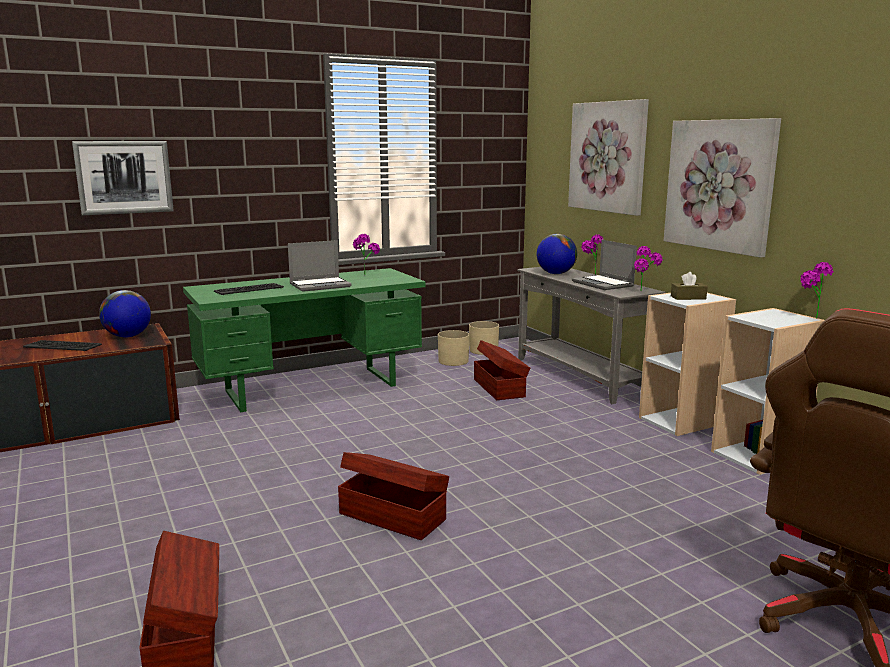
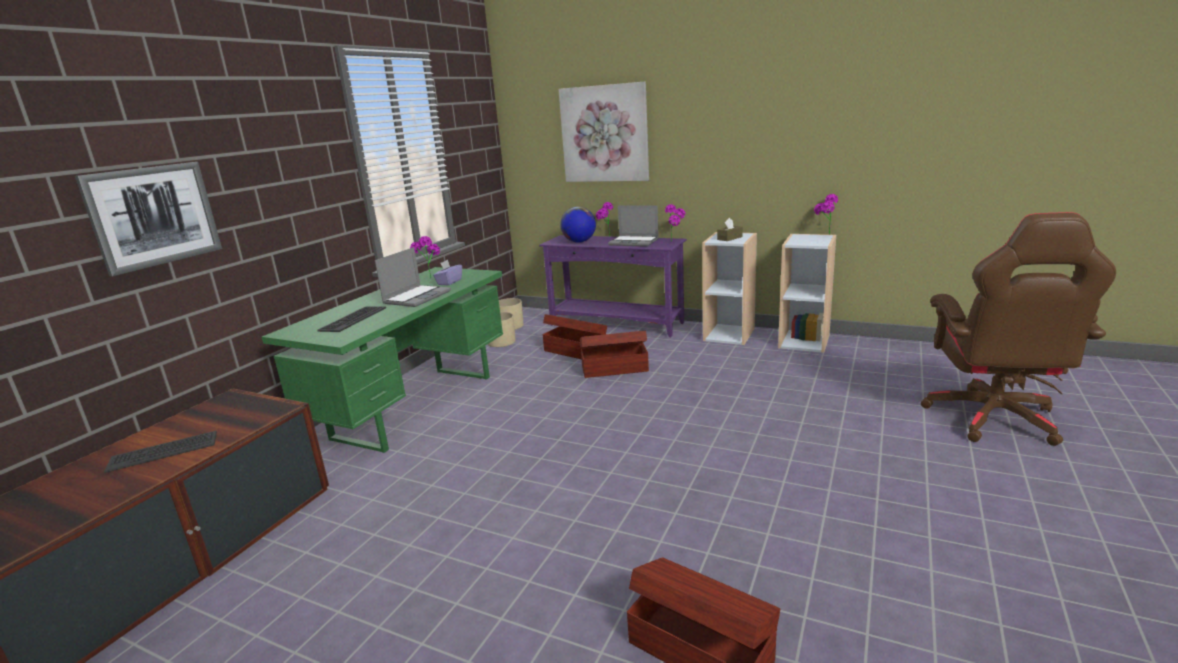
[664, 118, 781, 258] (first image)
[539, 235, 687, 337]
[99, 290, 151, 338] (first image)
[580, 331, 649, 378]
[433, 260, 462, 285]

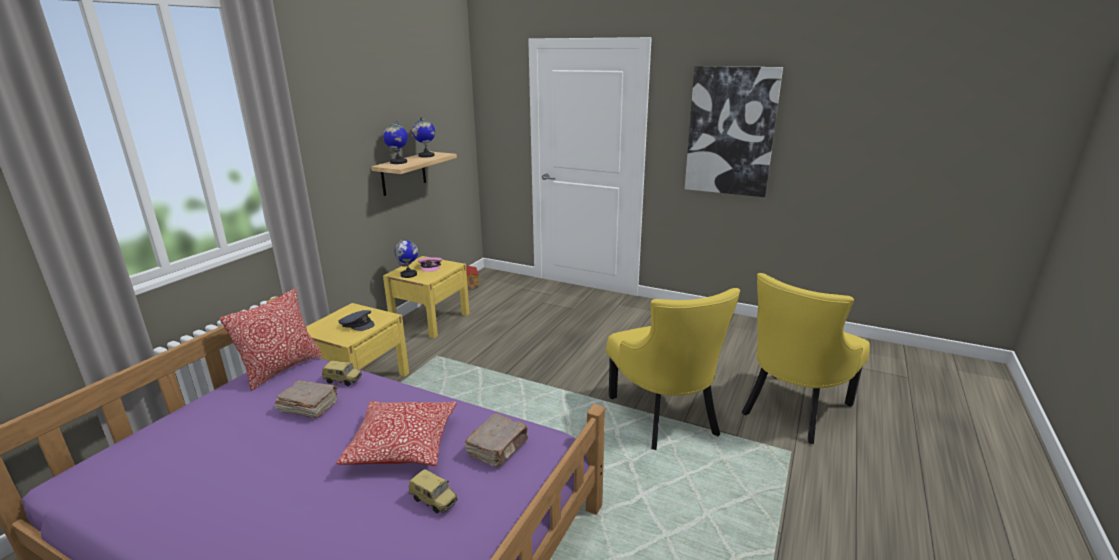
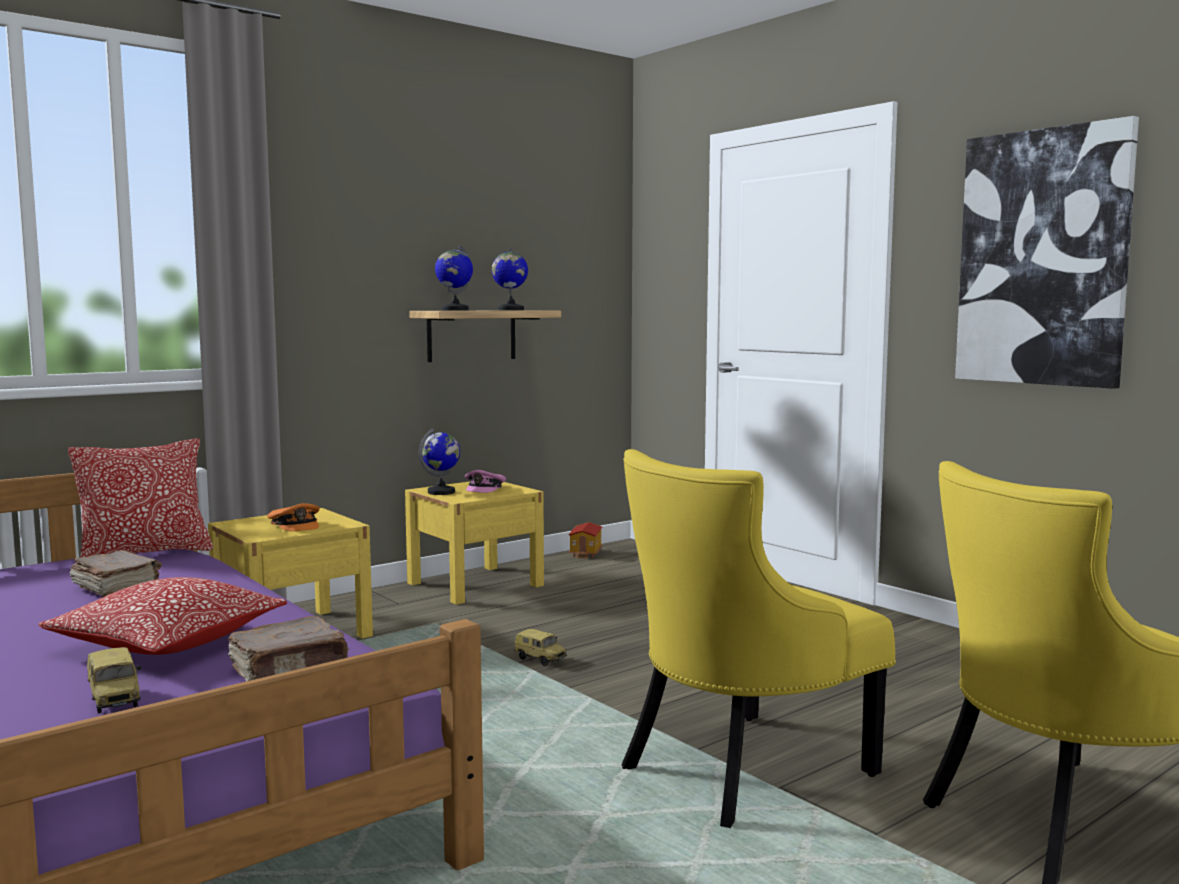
[622, 449, 896, 828]
[267, 503, 320, 531]
[514, 629, 567, 666]

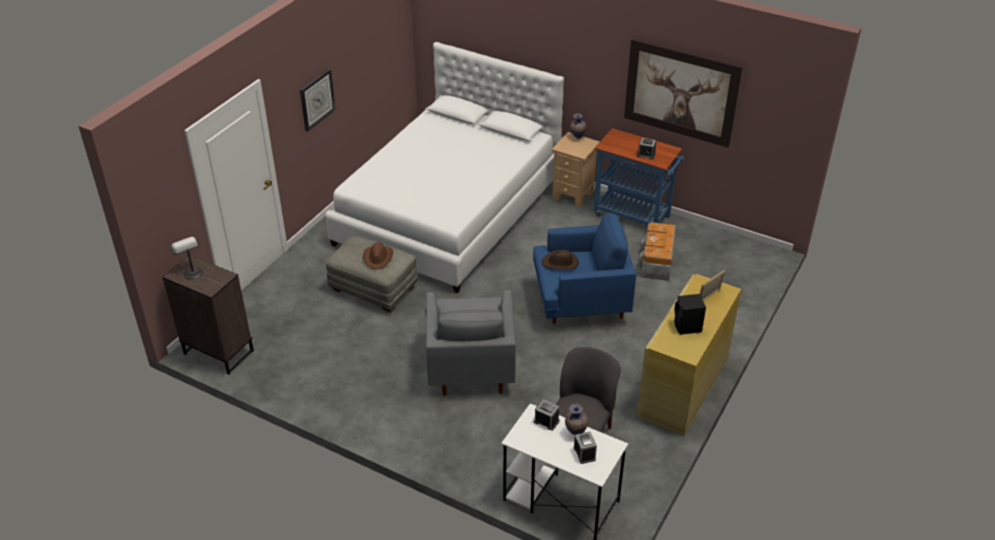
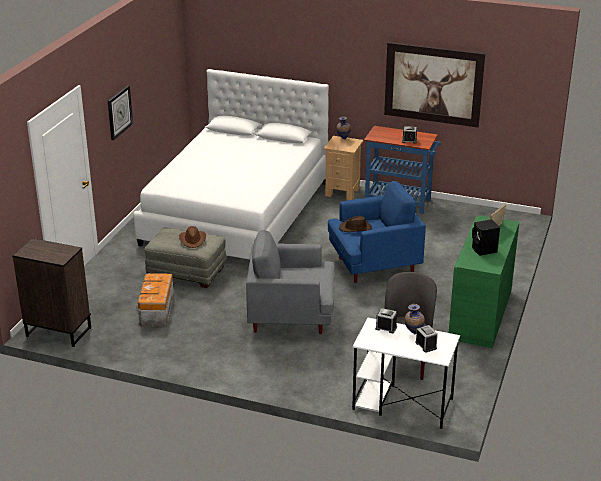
[136, 273, 174, 327]
[170, 237, 203, 280] (first image)
[449, 215, 519, 348]
[246, 230, 335, 334]

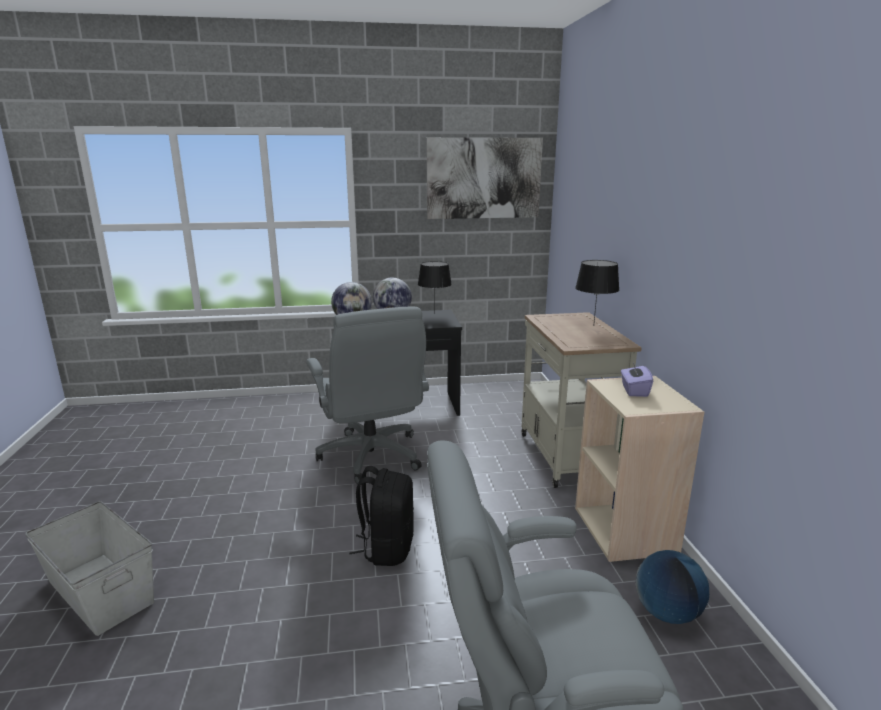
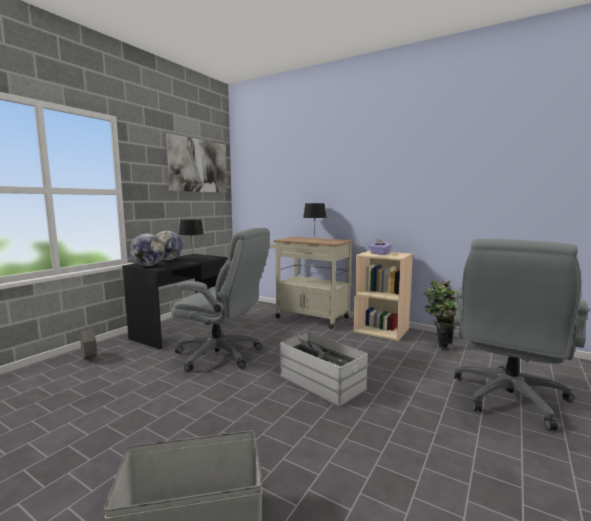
[280, 332, 368, 406]
[423, 280, 457, 350]
[80, 329, 97, 360]

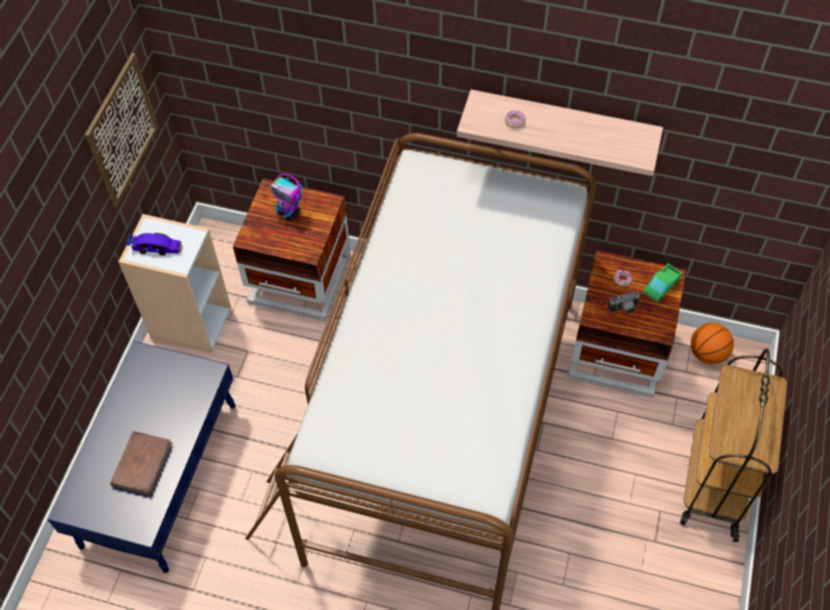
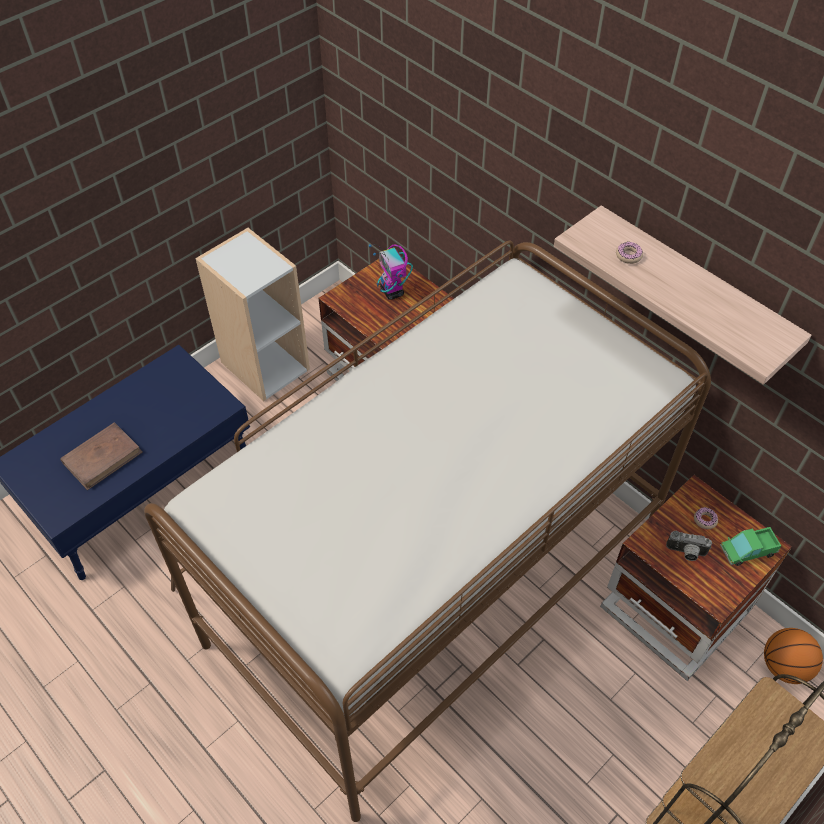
[85, 53, 159, 207] (first image)
[127, 233, 182, 256] (first image)

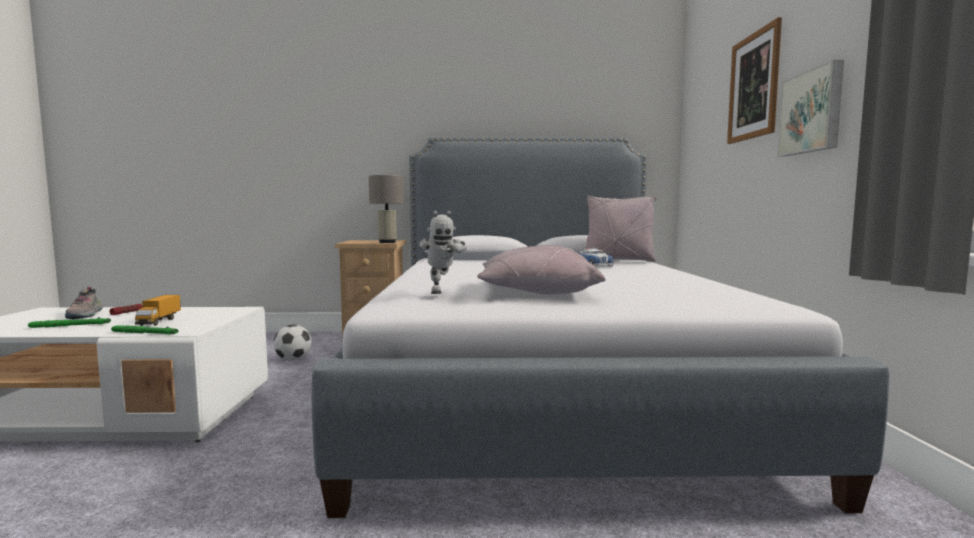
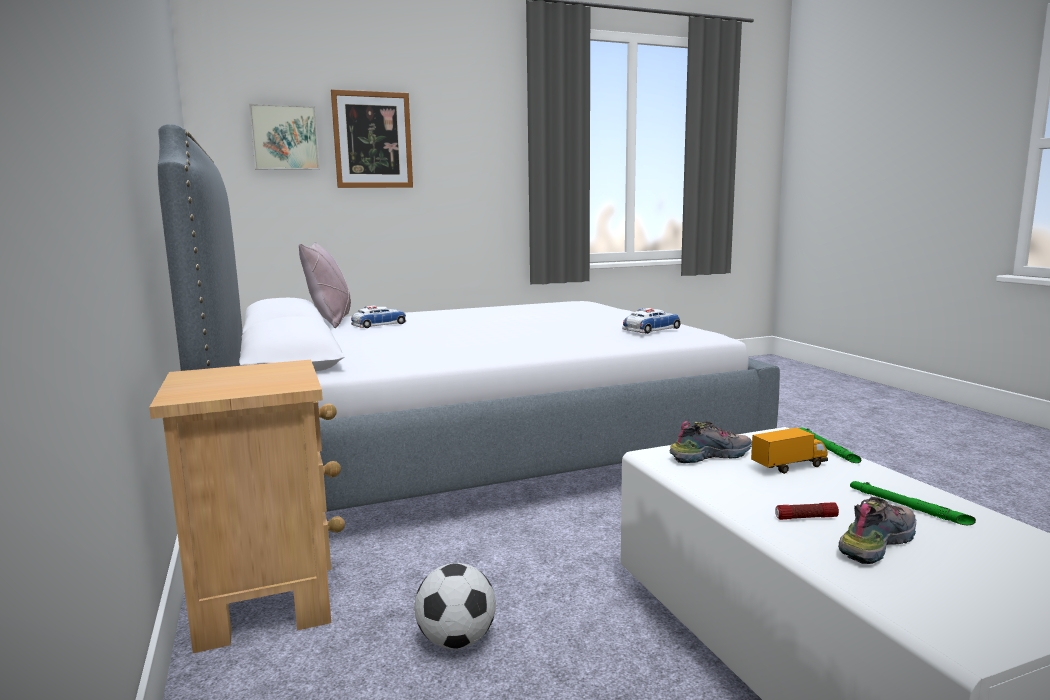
[249, 104, 320, 170]
[369, 175, 404, 243] (first image)
[622, 308, 680, 334]
[477, 245, 606, 295] (first image)
[669, 421, 752, 463]

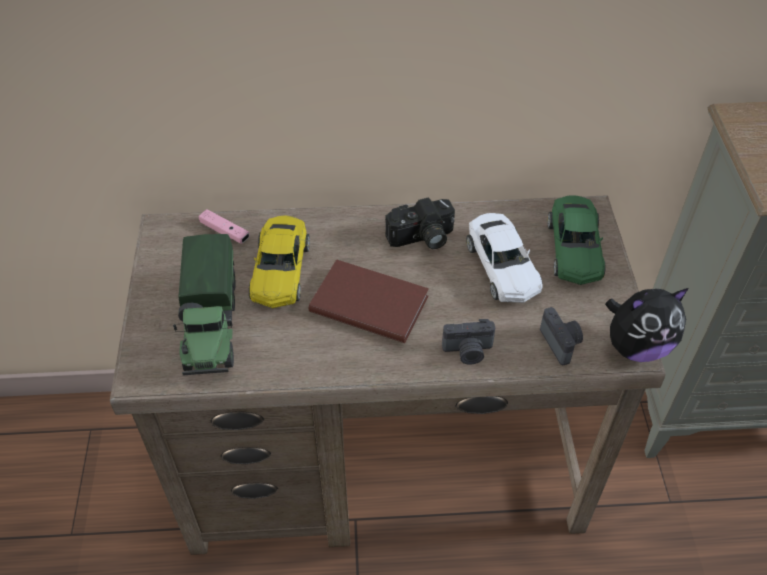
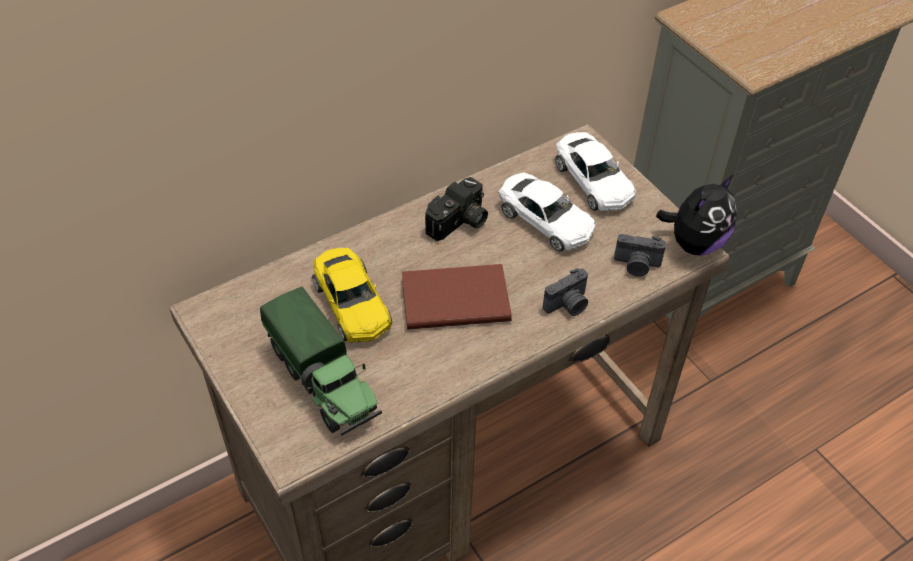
[555, 132, 636, 211]
[198, 209, 250, 244] (first image)
[614, 234, 666, 276]

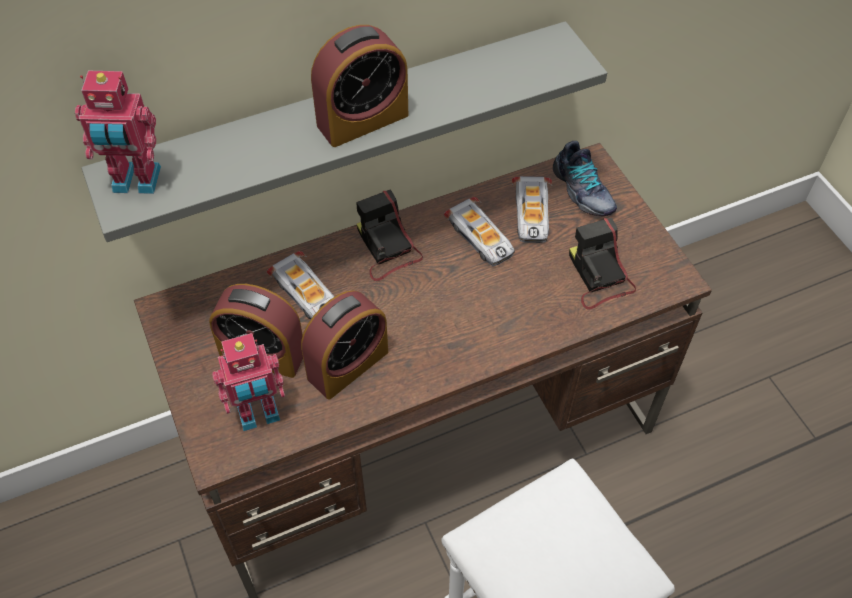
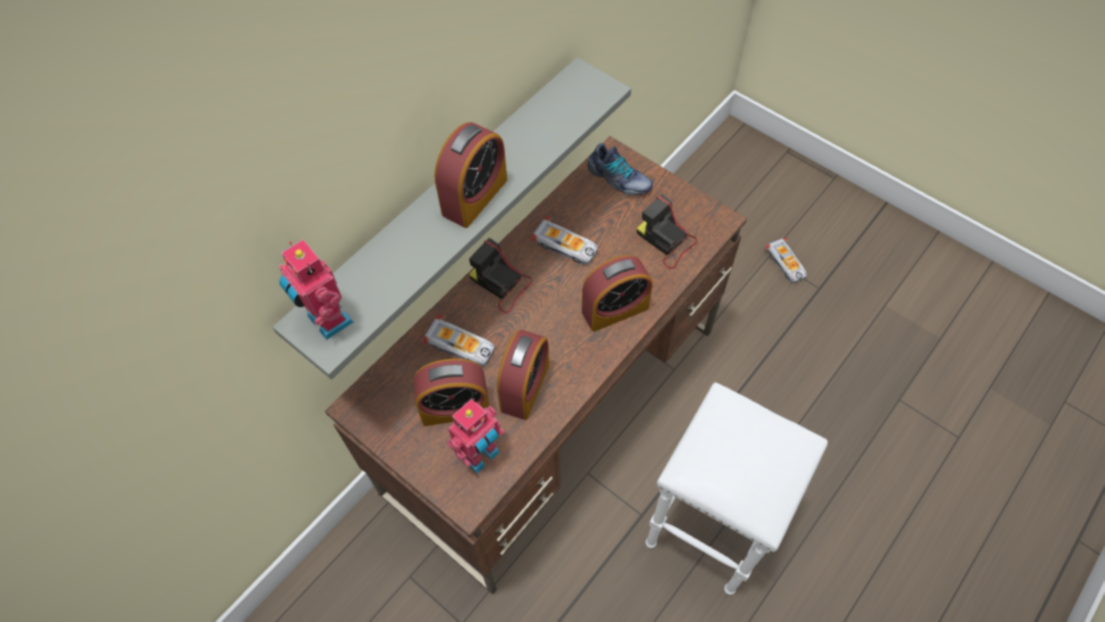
[279, 240, 354, 340]
[765, 238, 807, 283]
[582, 255, 653, 332]

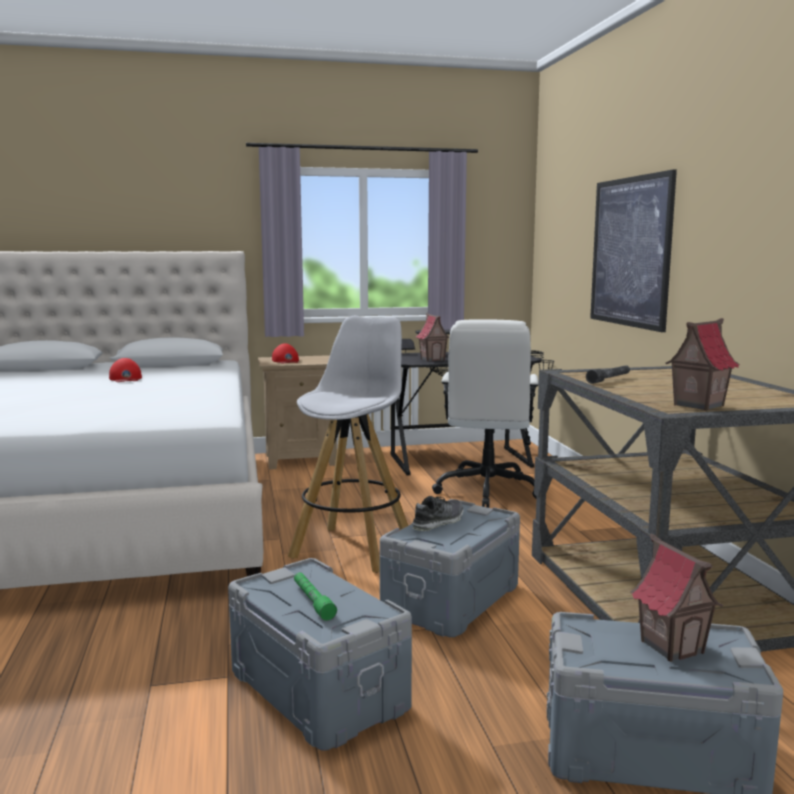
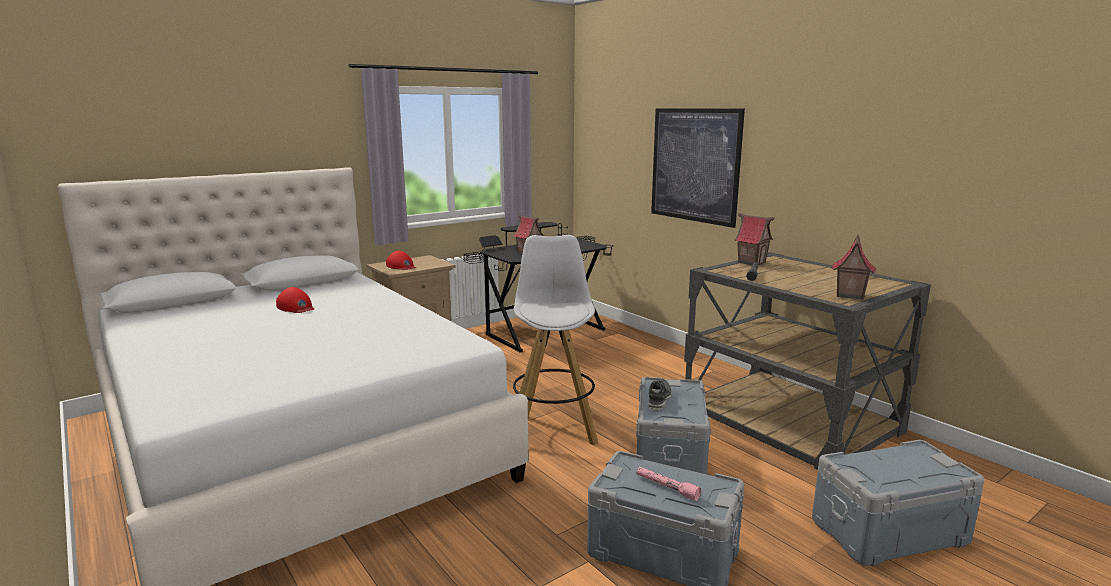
[432, 319, 539, 508] (first image)
[735, 213, 775, 265]
[636, 467, 701, 501]

